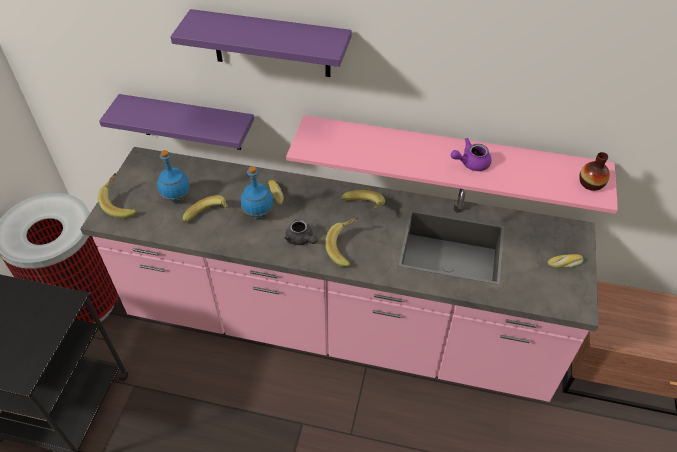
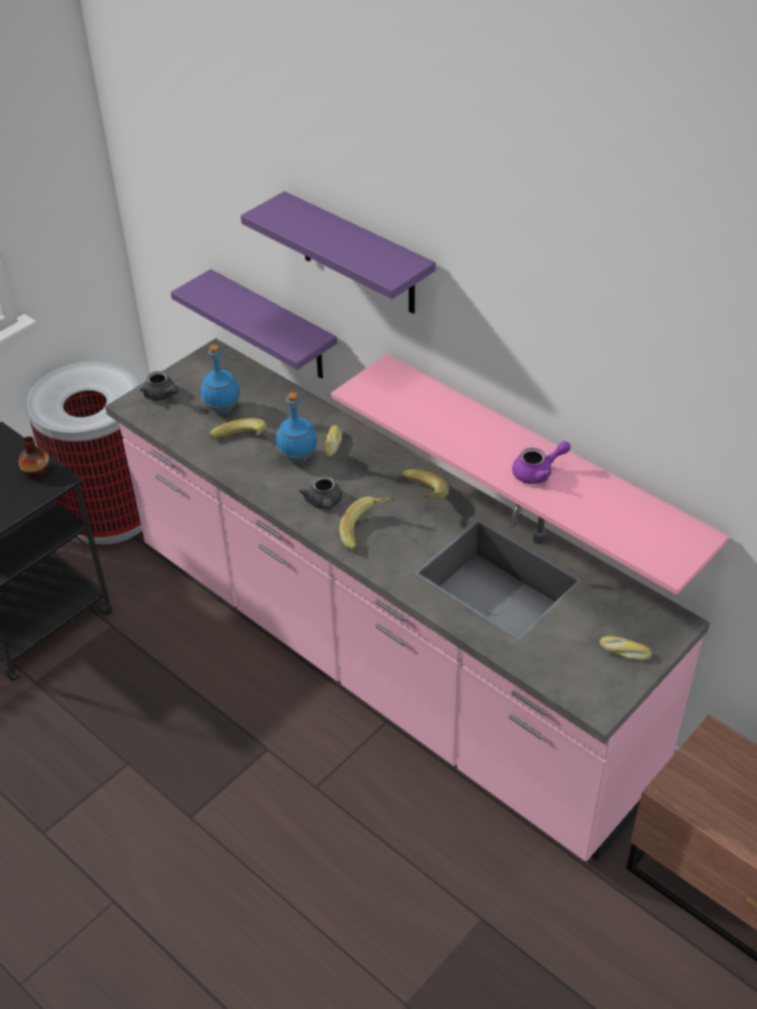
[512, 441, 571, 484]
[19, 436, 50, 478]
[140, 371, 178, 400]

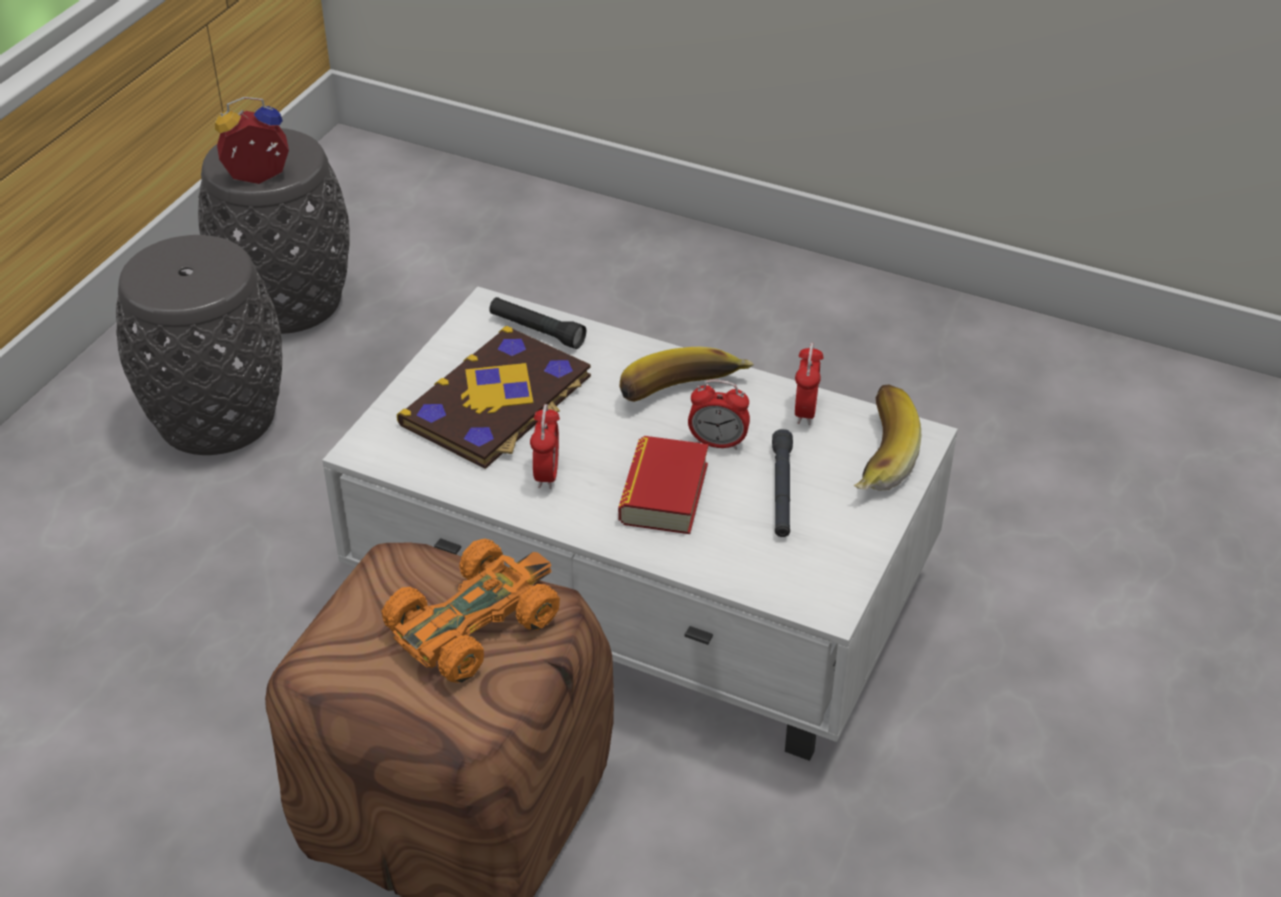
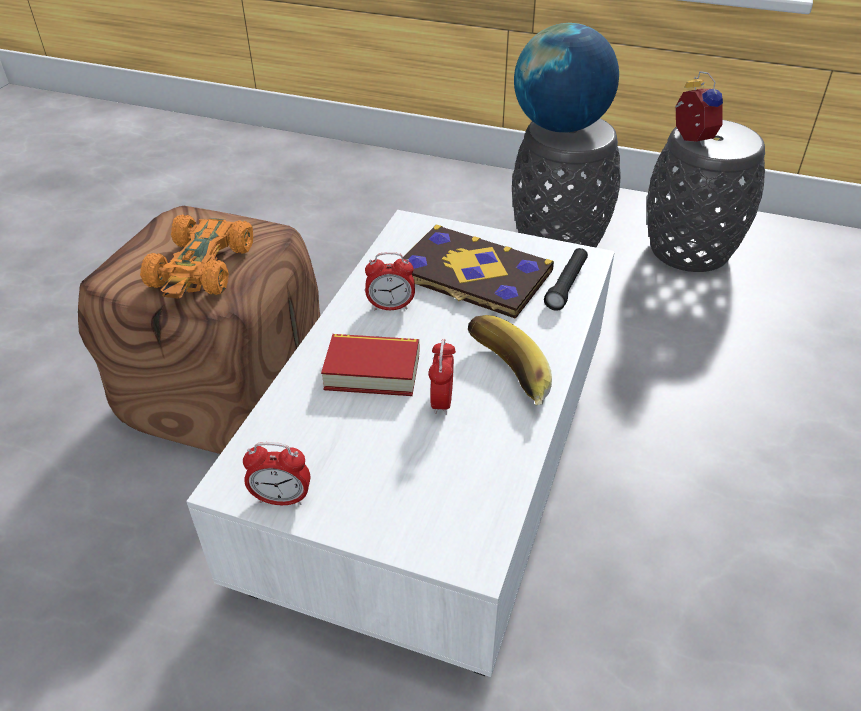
[243, 442, 310, 505]
[854, 385, 921, 491] (first image)
[772, 429, 793, 537] (first image)
[140, 215, 253, 299]
[514, 23, 619, 133]

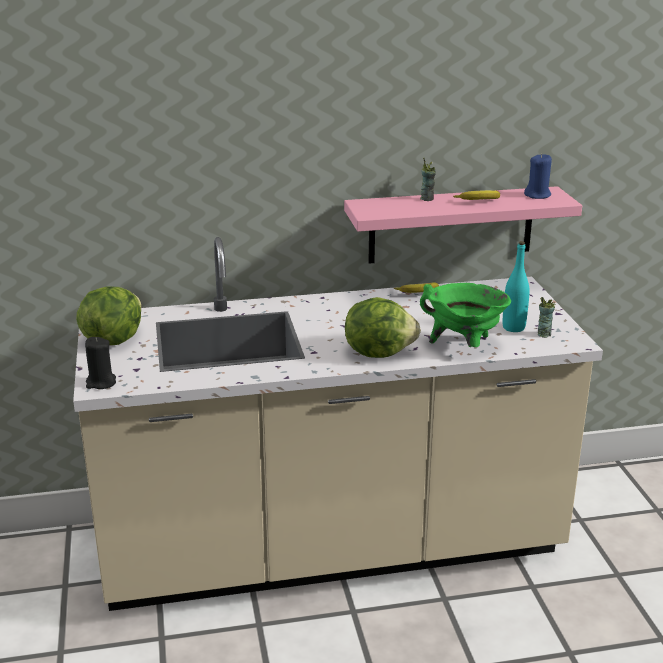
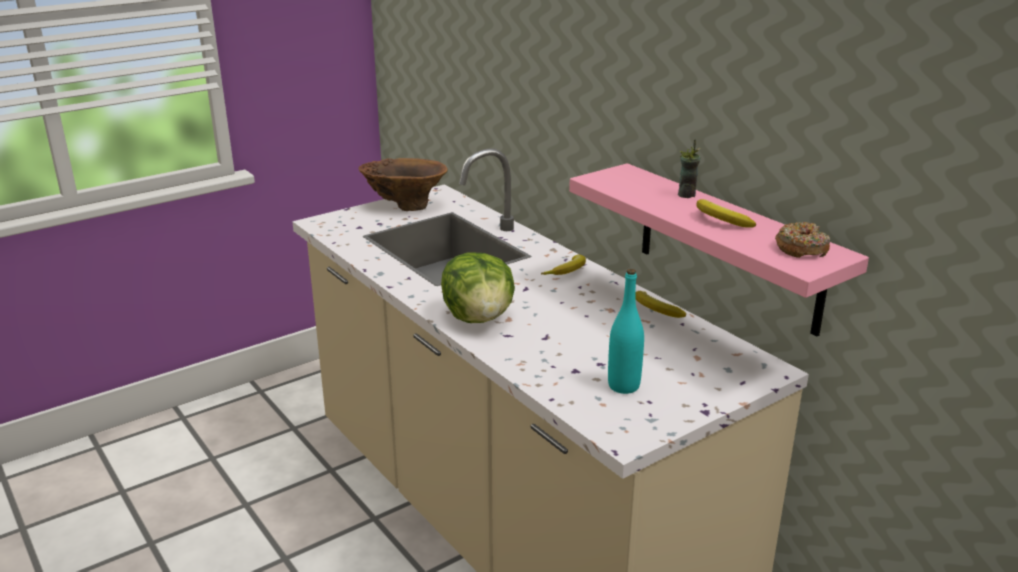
[775, 222, 830, 258]
[420, 283, 511, 347] (first image)
[359, 158, 448, 211]
[538, 297, 556, 338] (first image)
[85, 337, 116, 389] (first image)
[541, 255, 586, 275]

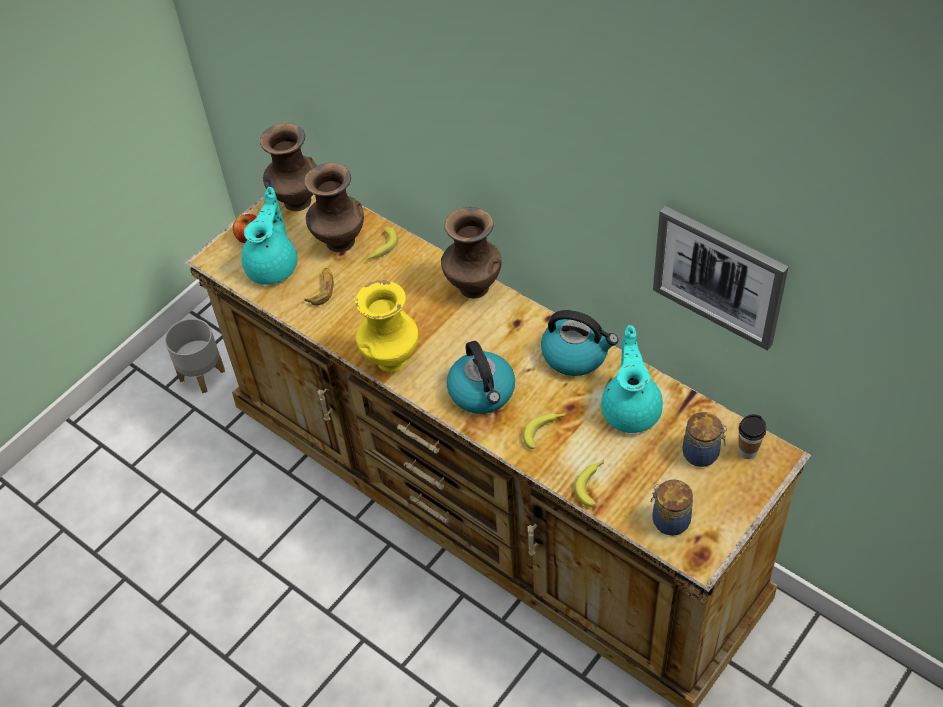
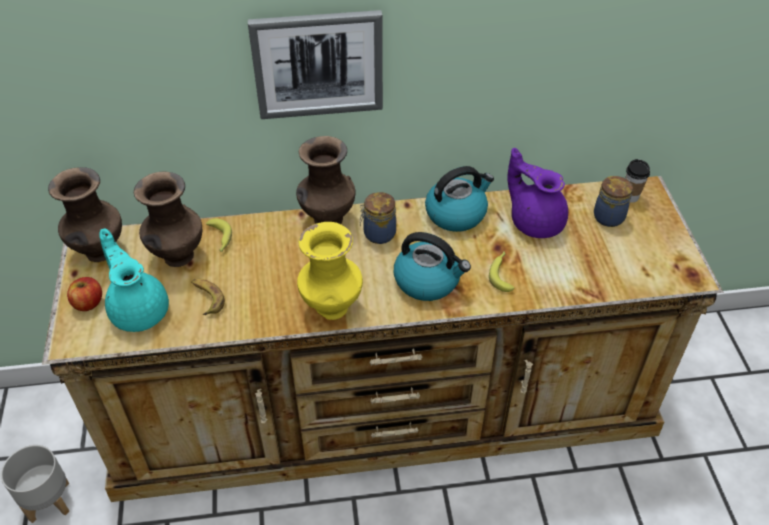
[248, 10, 383, 119]
[507, 148, 568, 238]
[574, 459, 604, 507] (first image)
[360, 192, 396, 244]

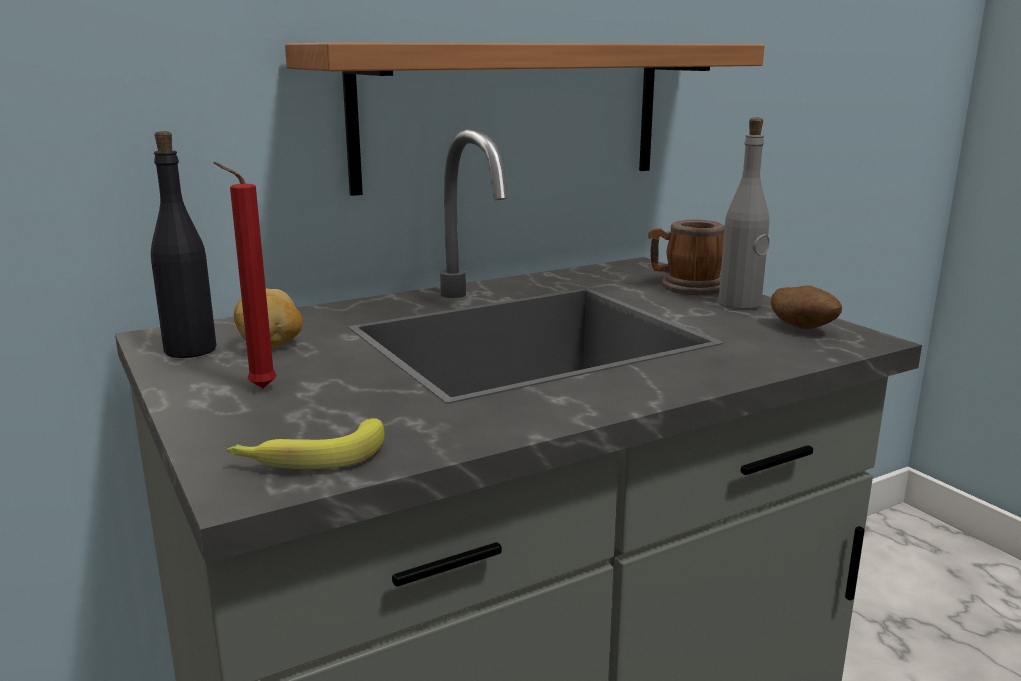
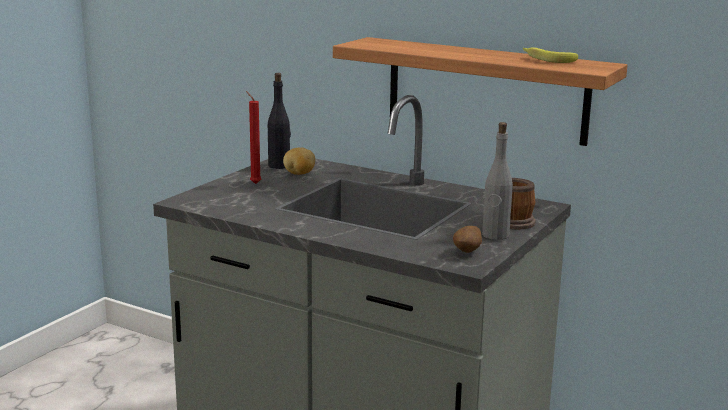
[522, 48, 578, 63]

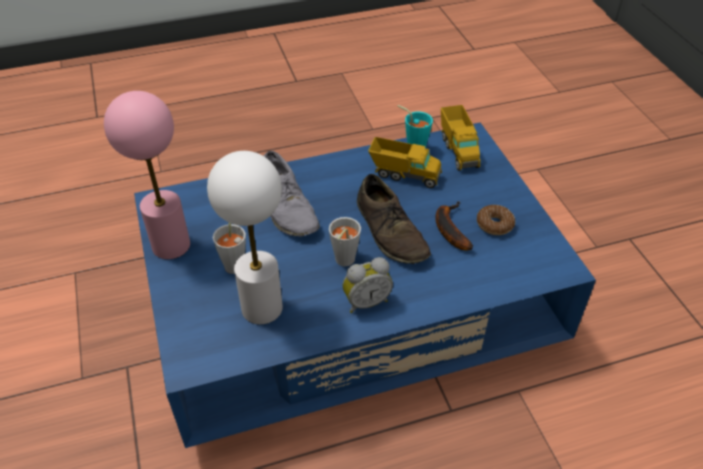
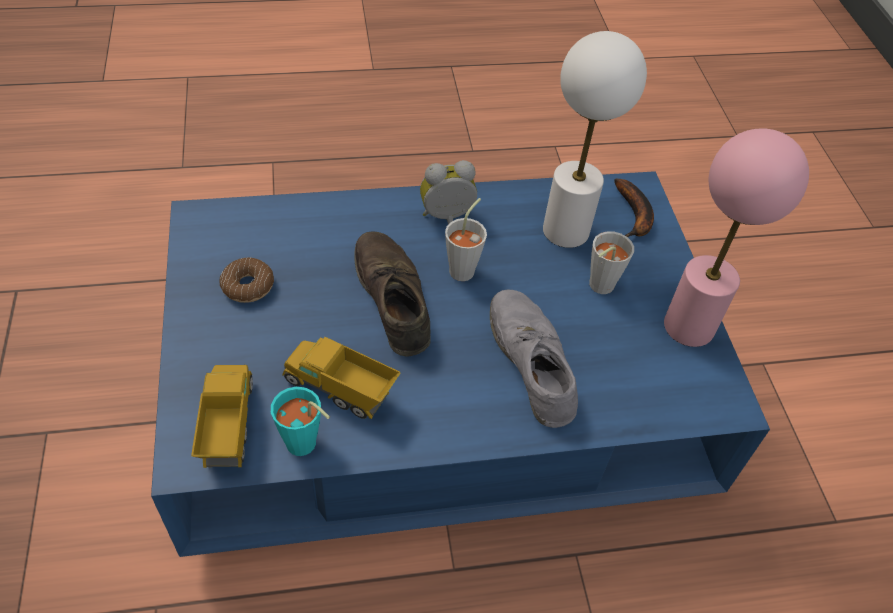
[614, 179, 654, 237]

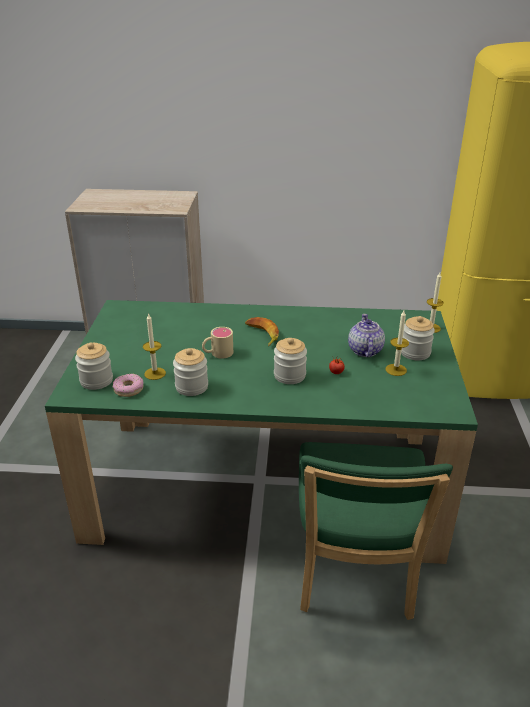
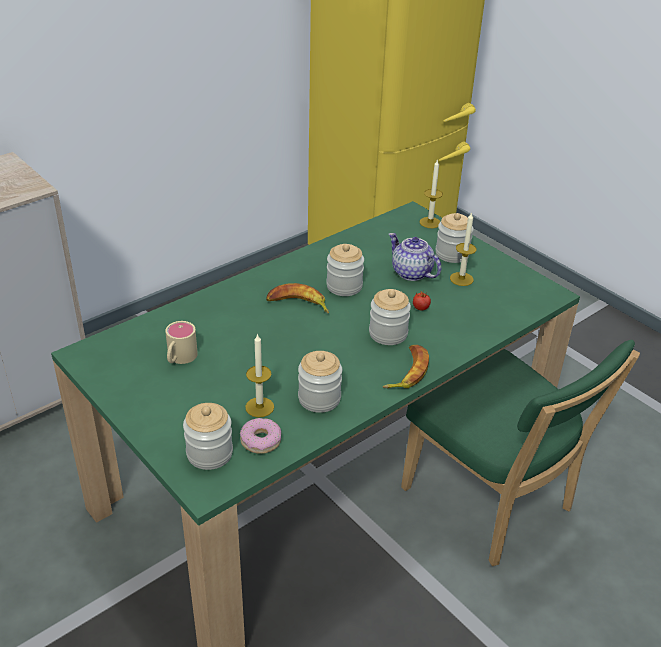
[165, 321, 198, 364]
[326, 244, 364, 296]
[383, 345, 429, 388]

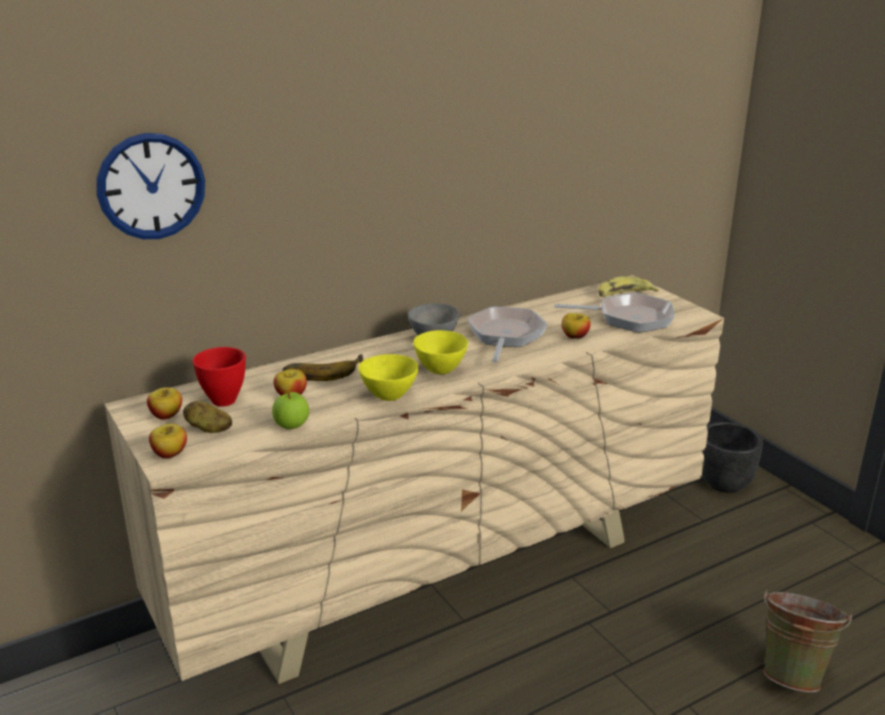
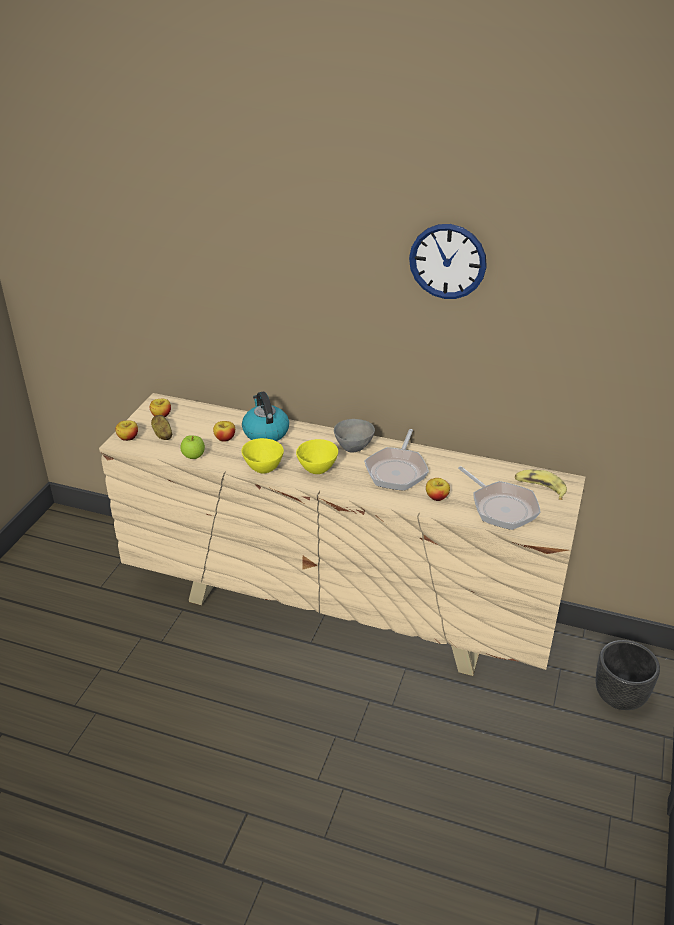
[409, 224, 487, 299]
[364, 429, 429, 491]
[193, 347, 246, 407] (first image)
[242, 392, 289, 441]
[764, 590, 852, 692] (first image)

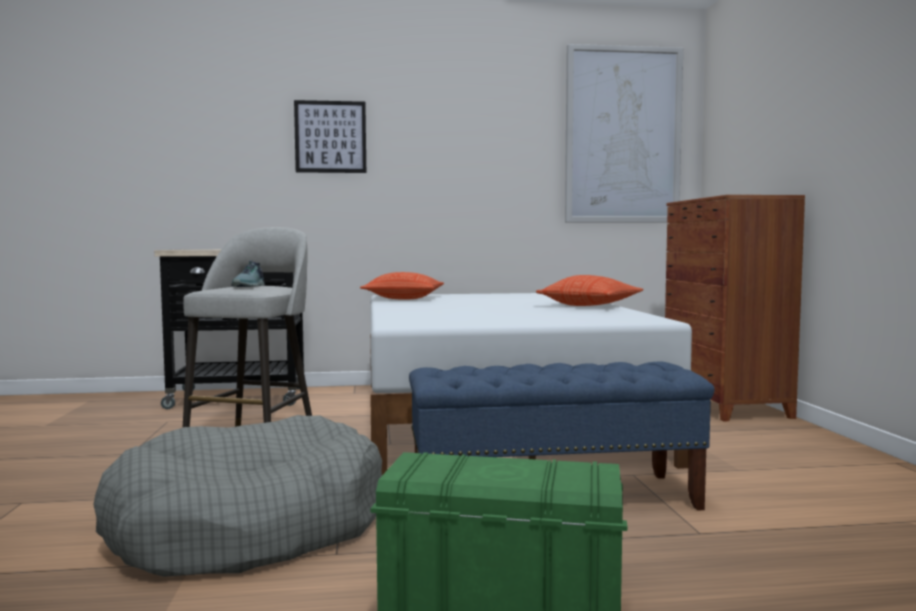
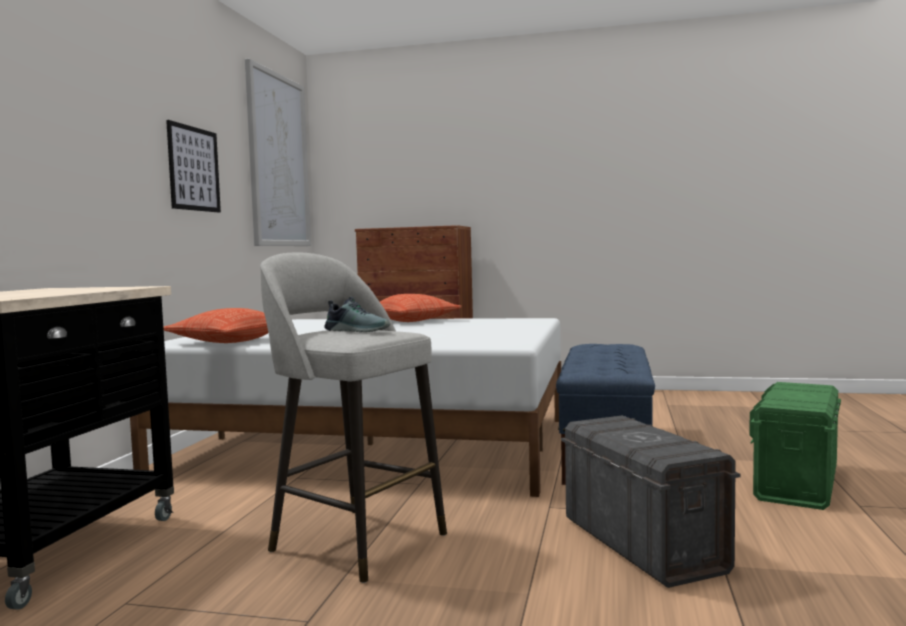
[166, 120, 221, 212]
[561, 415, 741, 588]

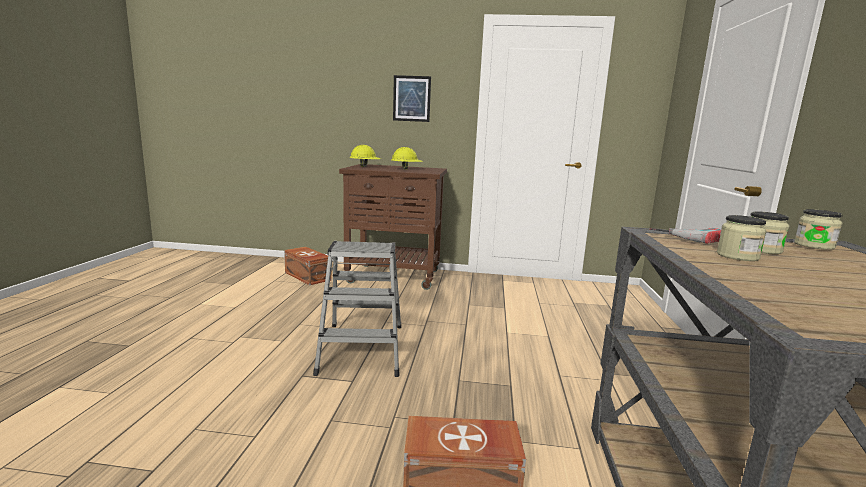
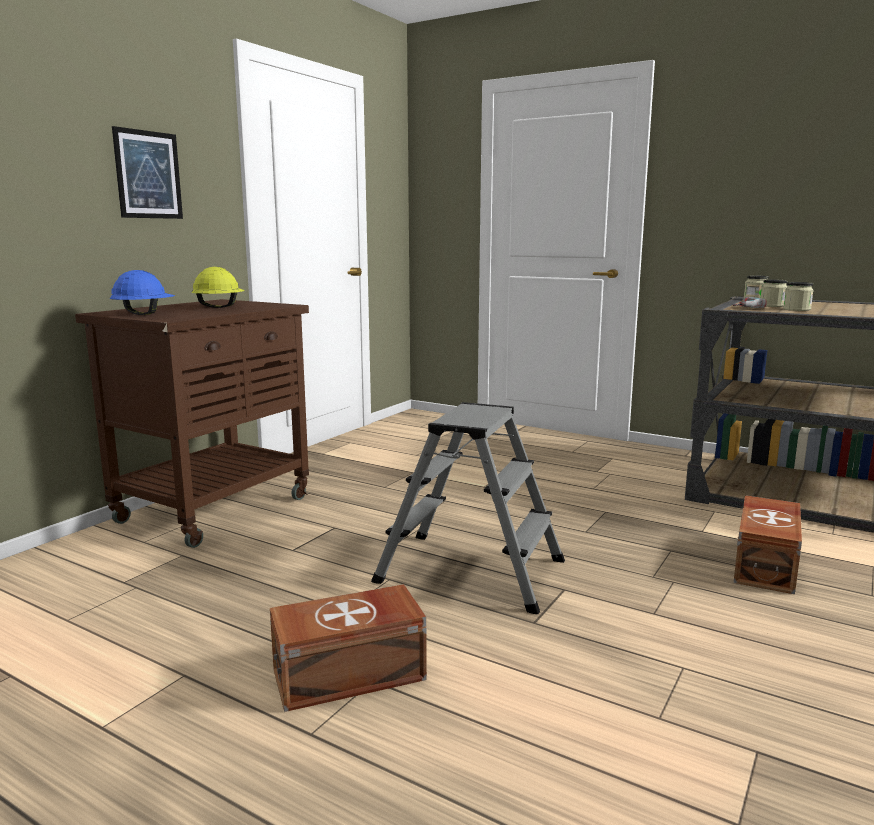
[109, 270, 175, 315]
[270, 584, 427, 712]

